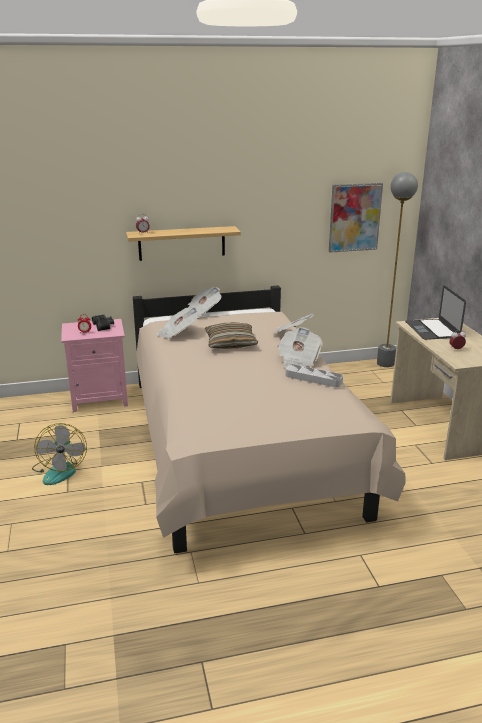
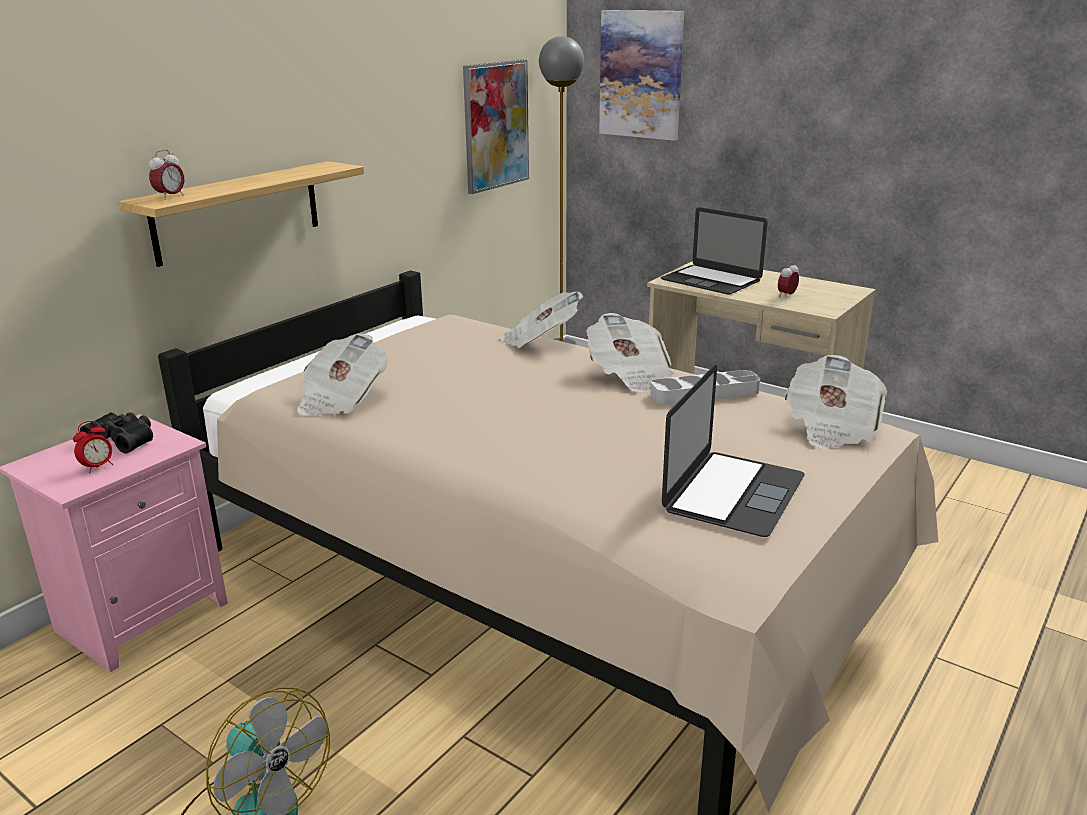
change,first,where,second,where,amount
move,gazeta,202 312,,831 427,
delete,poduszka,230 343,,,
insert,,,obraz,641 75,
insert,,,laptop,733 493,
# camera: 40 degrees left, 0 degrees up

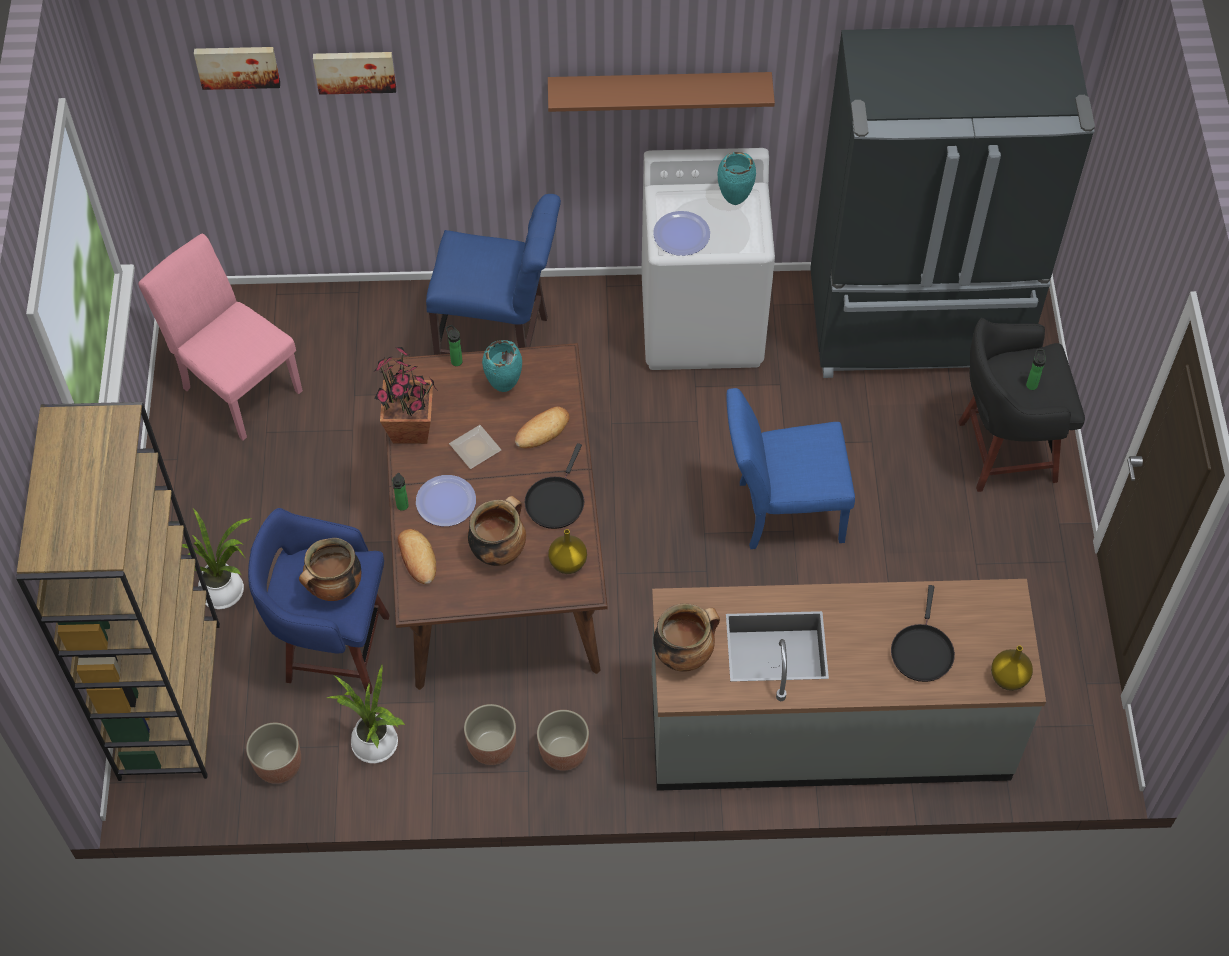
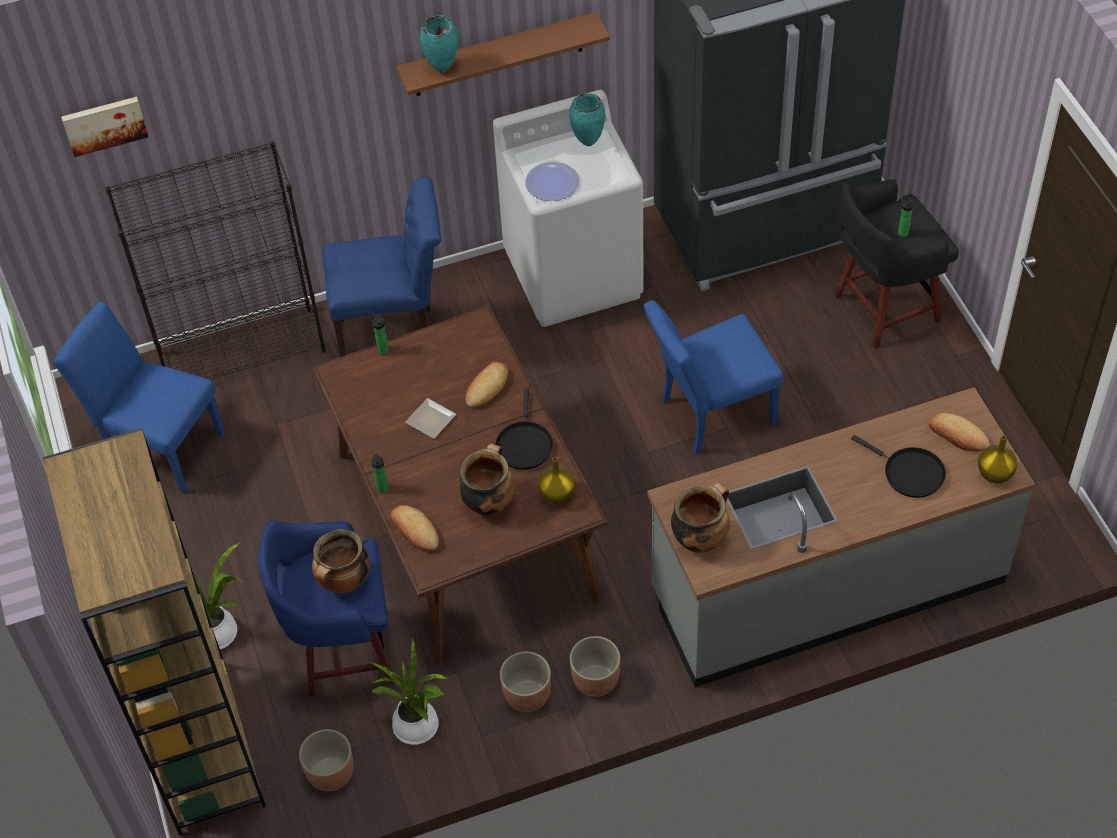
change,first,where,second,where,amount
delete,obraz,355 70,,,
recolor,krzesło [różowy],235 385,krzesło [niebieski],159 446,
move,wazon [turkusowy],504 388,,443 70,
delete,roślina doniczkowa,411 430,,,
delete,talerz,446 502,,,
rotate,patelnia [czarny],921 651,,909 473,45 degrees counterclockwise
insert,,,regał [czarny],243 351,
insert,,,chleb,958 435,
# camera: 15 degrees left, 5 degrees down

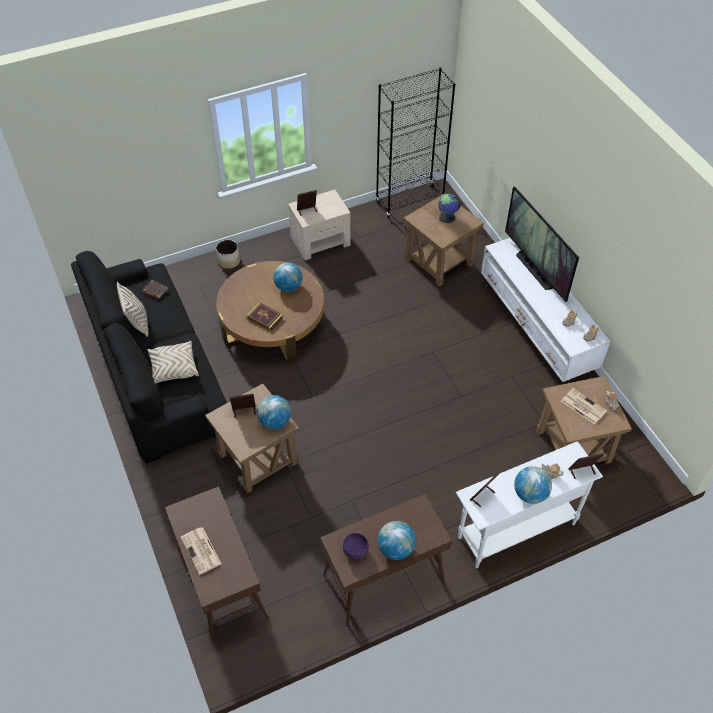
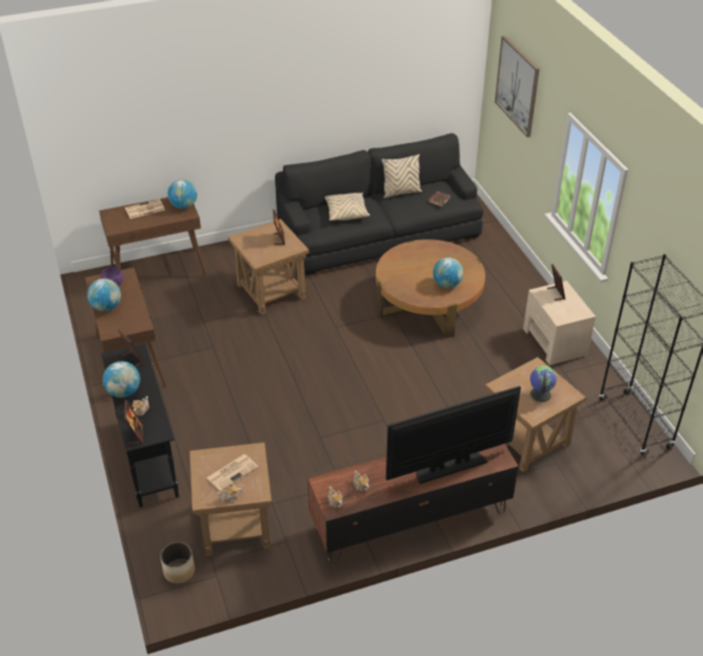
change,first,where,second,where,amount
recolor,szafka pod telewizor [biały],535 330,szafka pod telewizor [brązowy],409 519,
move,donica,229 261,,179 571,
delete,książka,265 318,,,
move,globus,275 421,,184 206,
recolor,stolik konsolowy [biały],516 530,stolik konsolowy [czarny],148 458,
insert,,,obraz,517 86,
# camera: 95 degrees right, 10 degrees down

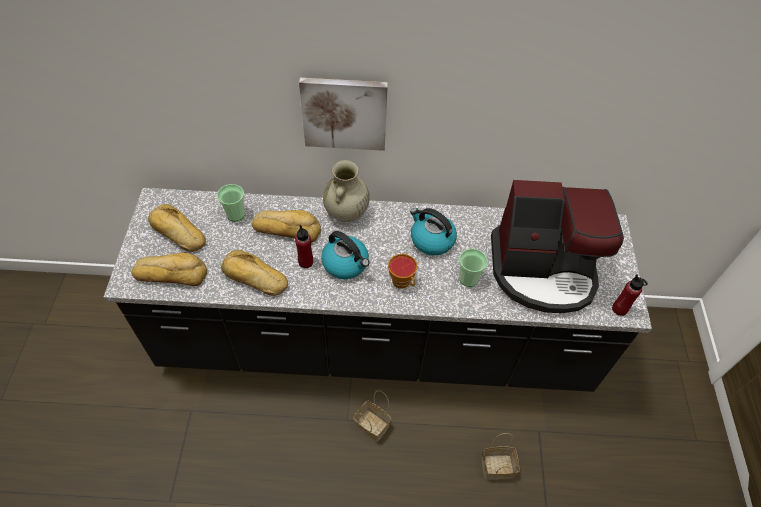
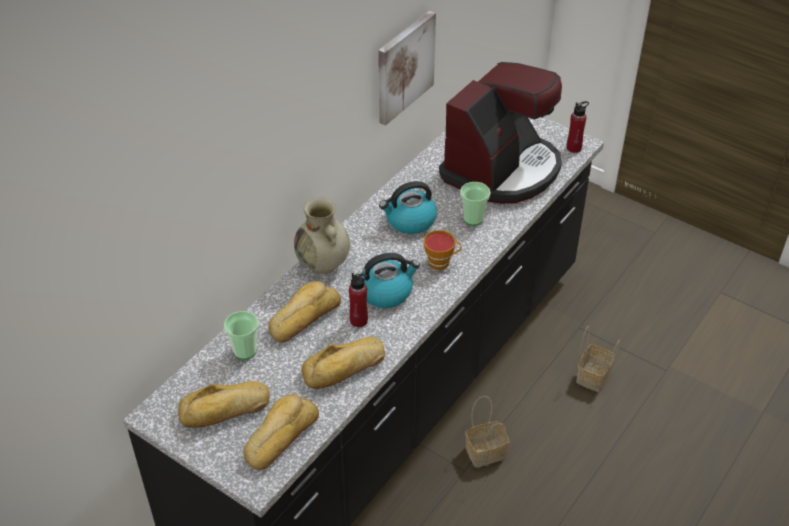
change,first,where,second,where,amount
move,obraz,344 113,,404 67,
# camera: 55 degrees left, 10 degrees down

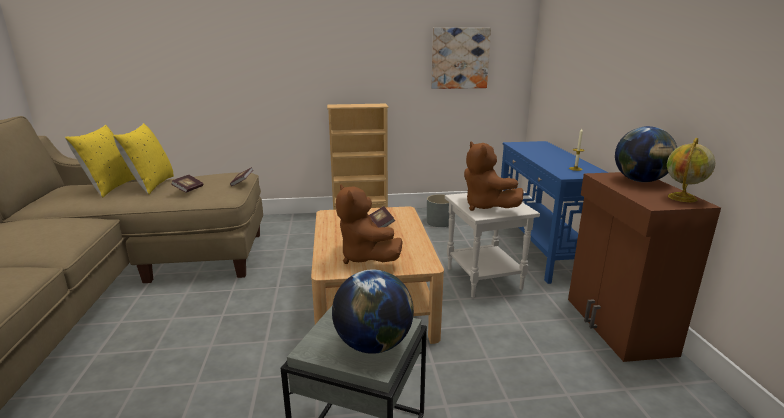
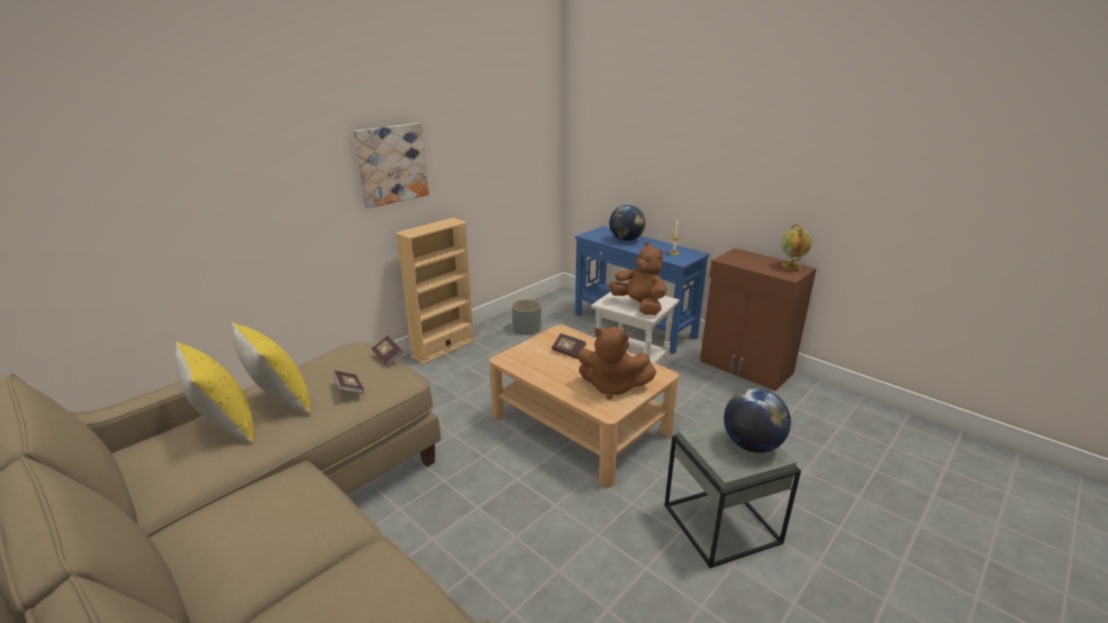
change,first,where,second,where,amount
move,obraz,459 58,,391 164,
move,globus,640 181,,626 240,
rotate,pluszak [brązowy],486 207,,639 306,150 degrees counterclockwise
# camera: 40 degrees left, 5 degrees up

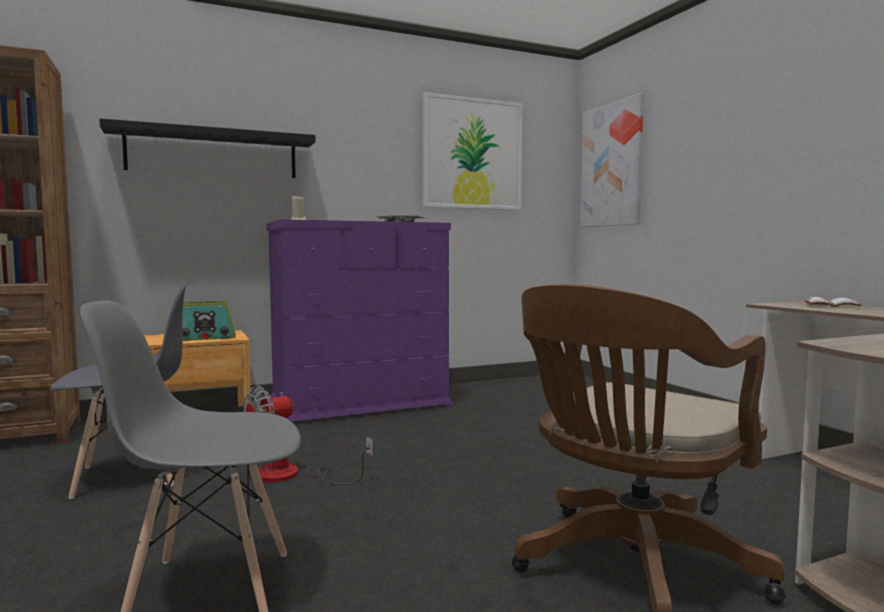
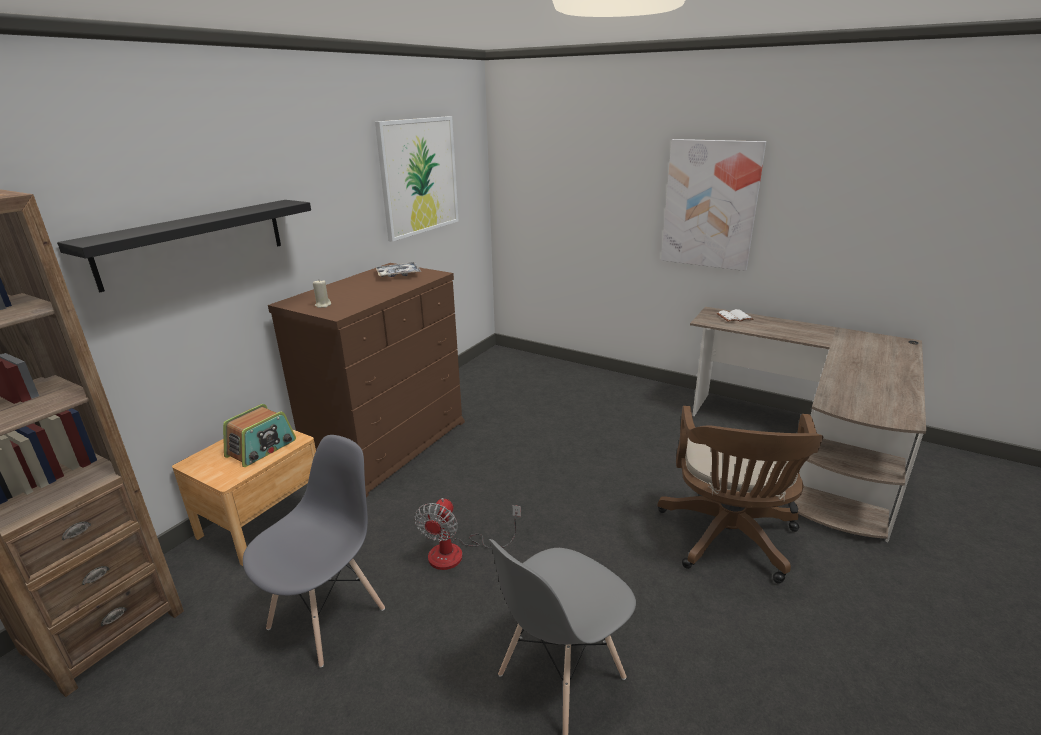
change,first,where,second,where,amount
move,obraz,612 165,,710 205,
recolor,komoda [fioletowy],360 404,komoda [brązowy],388 445,
# camera: 35 degrees left, 20 degrees up

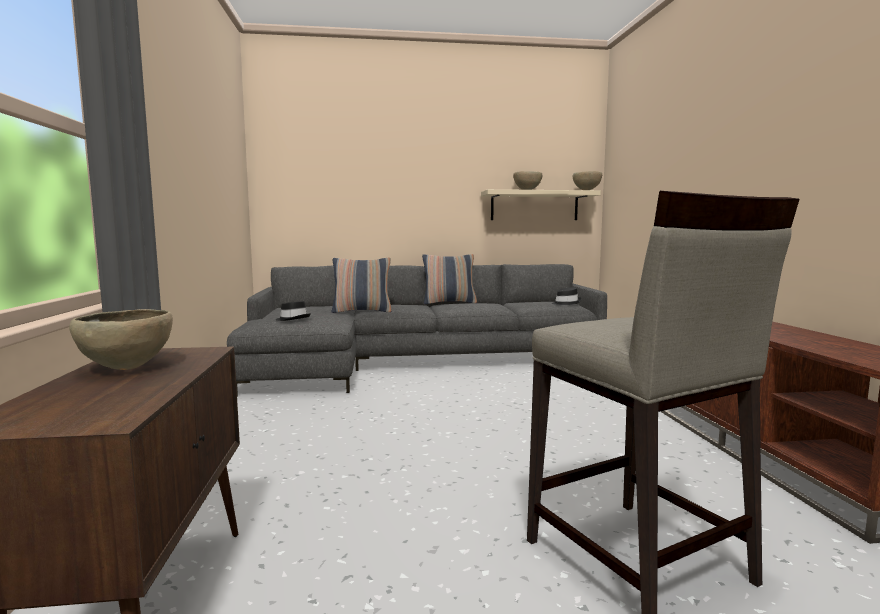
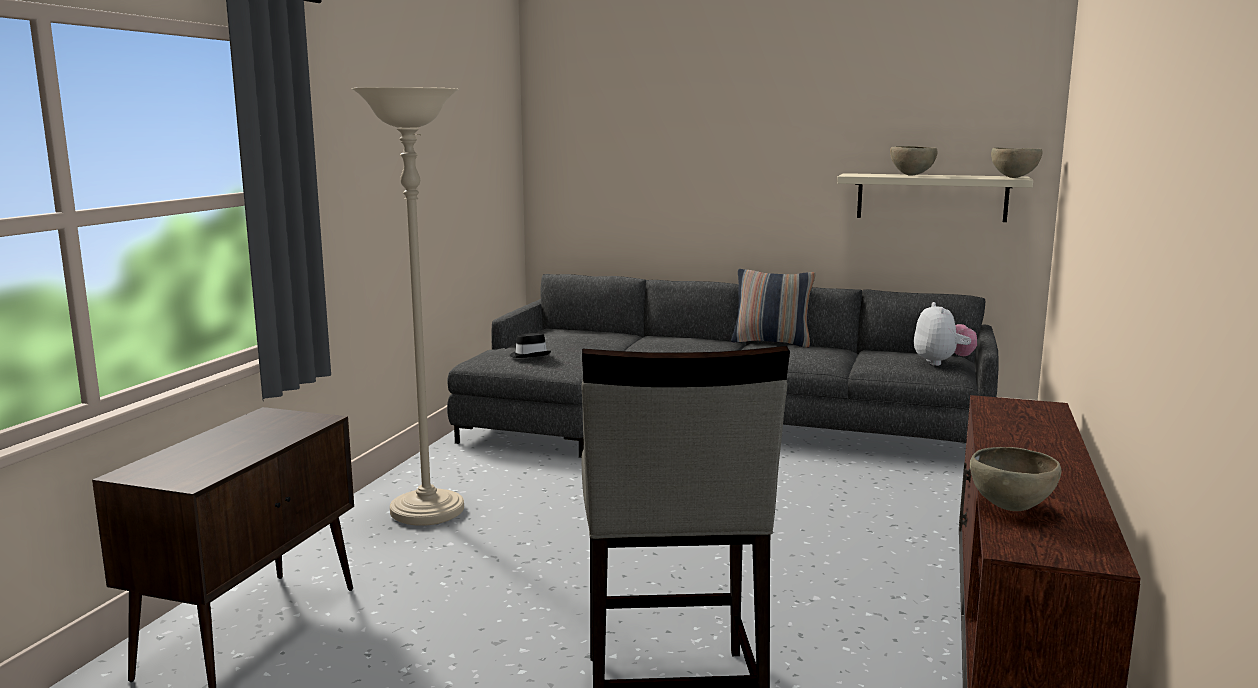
change,first,where,second,where,amount
delete,poduszka,362 311,,,
replace,kapelusz [czarny],565 303,pluszak,941 362,
move,miska [brązowy],128 368,,1011 508,
insert,,,lampa stojąca [beżowy],427 512,
# camera: 25 degrees right, 5 degrees up

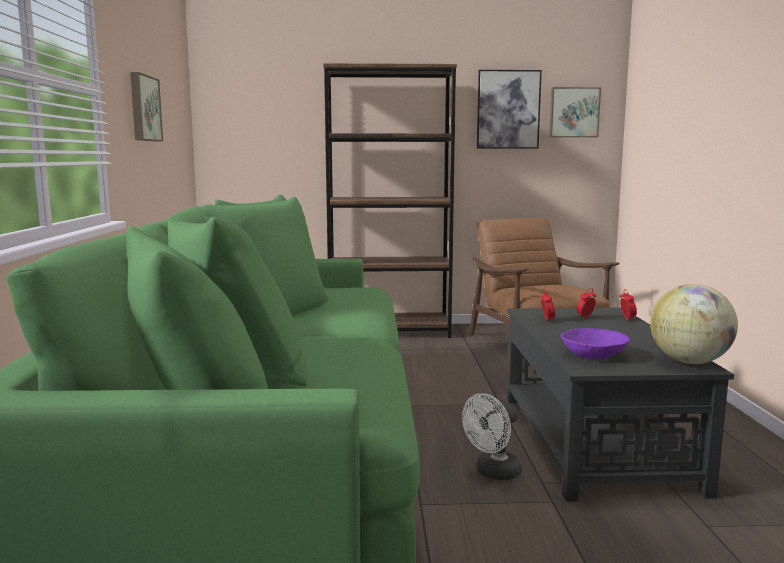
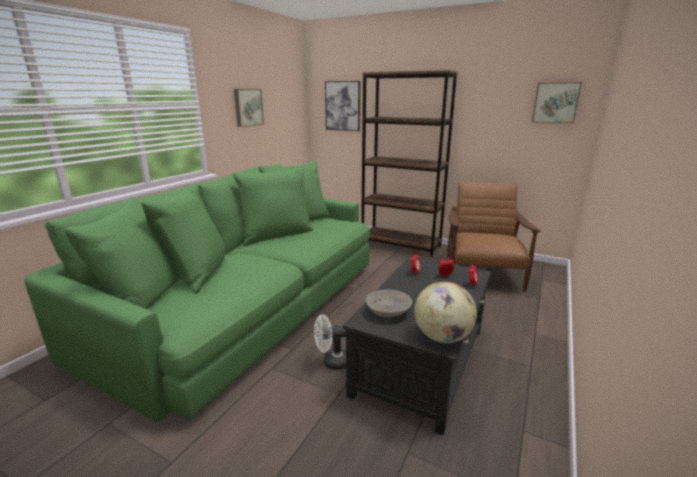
change,first,where,second,where,amount
move,obraz,508 109,,342 106,
recolor,miska [fioletowy],594 355,miska [szary],388 311,
# camera: 30 degrees right, 10 degrees up

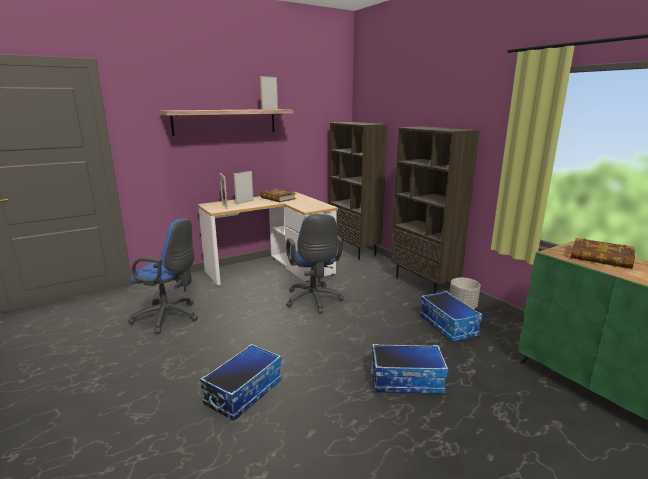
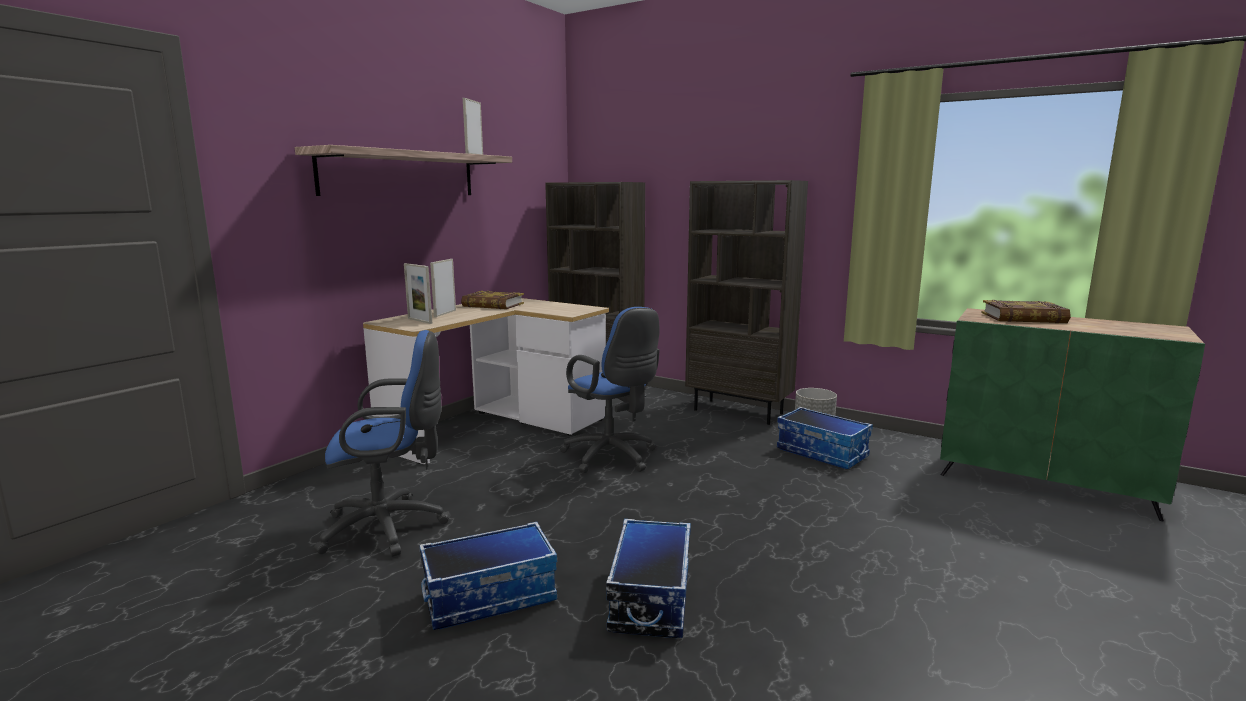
change,first,where,second,where,amount
move,pojemnik do przechowywania,406 380,,490 596,
# camera: 25 degrees left, 5 degrees down

